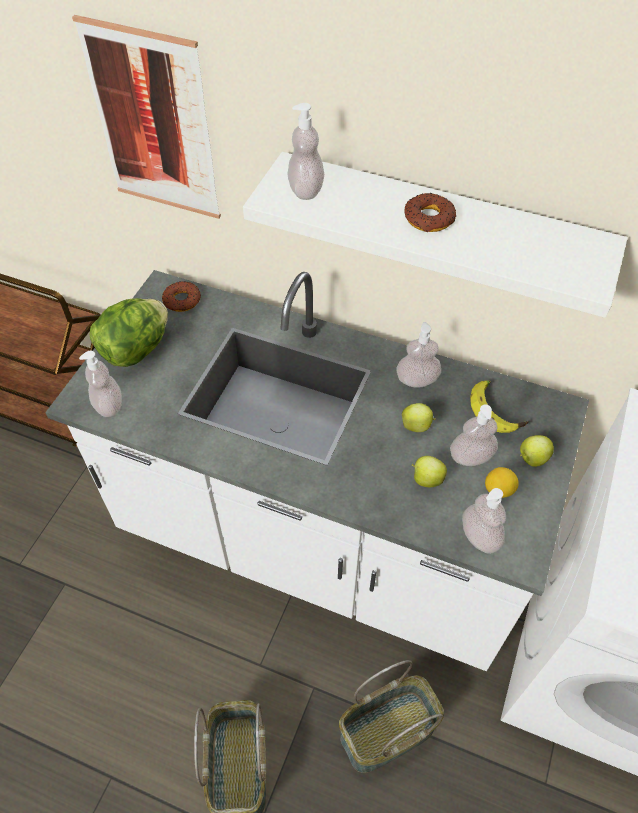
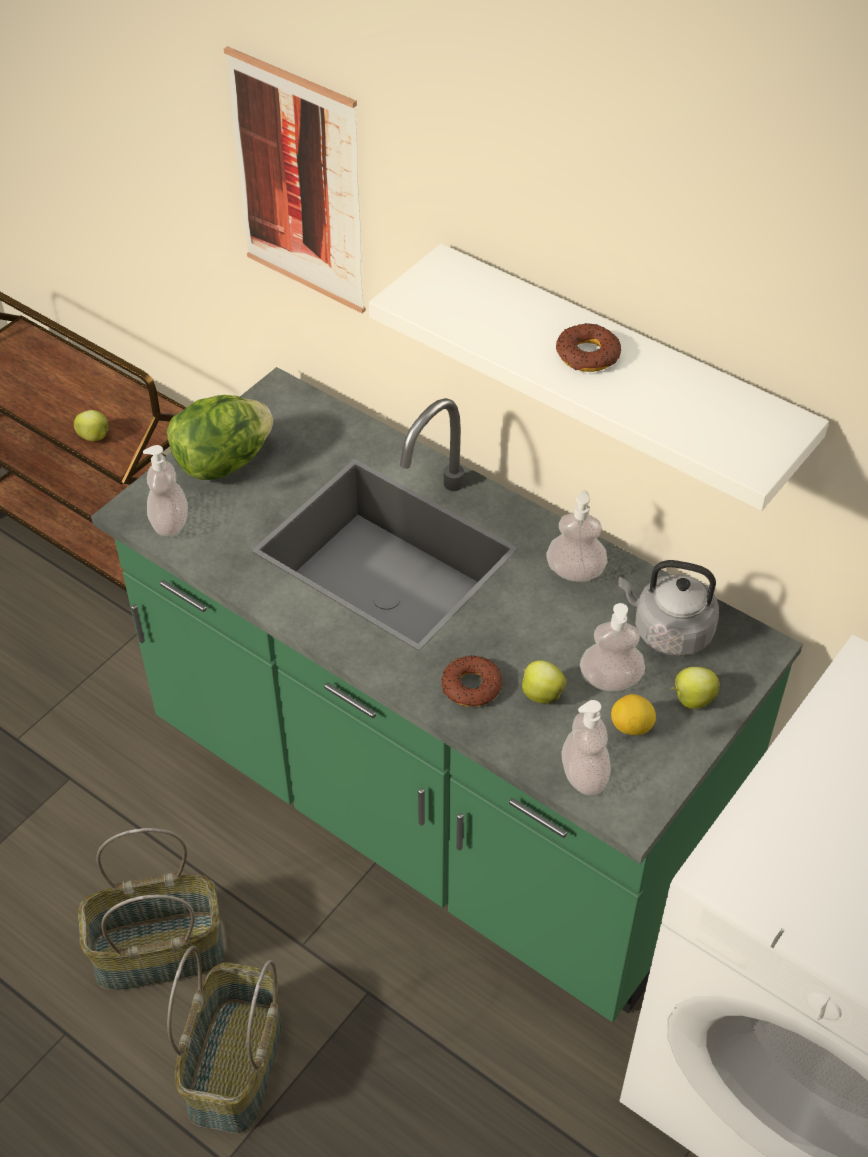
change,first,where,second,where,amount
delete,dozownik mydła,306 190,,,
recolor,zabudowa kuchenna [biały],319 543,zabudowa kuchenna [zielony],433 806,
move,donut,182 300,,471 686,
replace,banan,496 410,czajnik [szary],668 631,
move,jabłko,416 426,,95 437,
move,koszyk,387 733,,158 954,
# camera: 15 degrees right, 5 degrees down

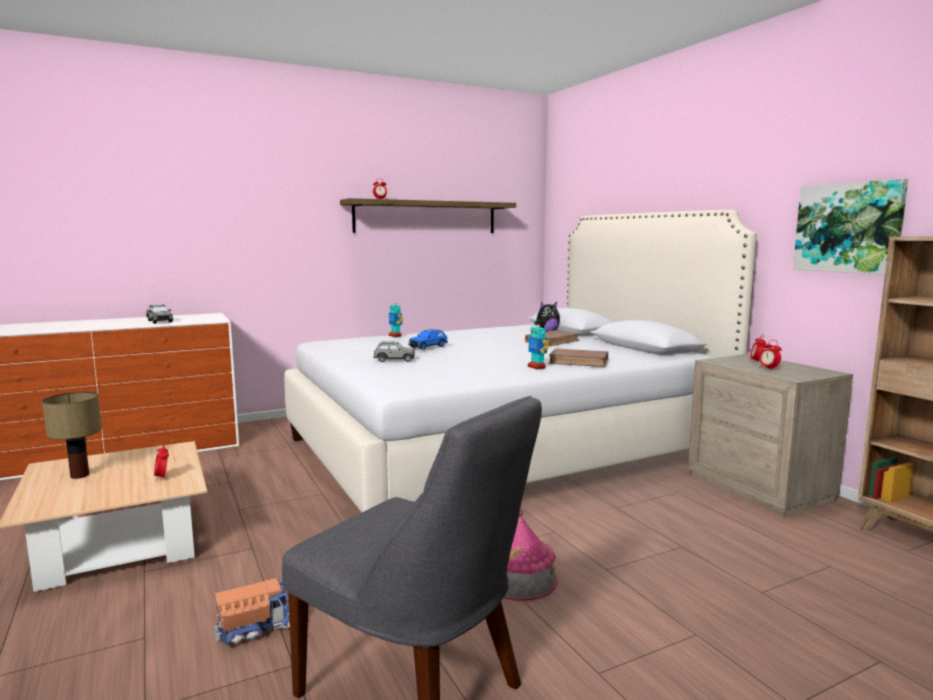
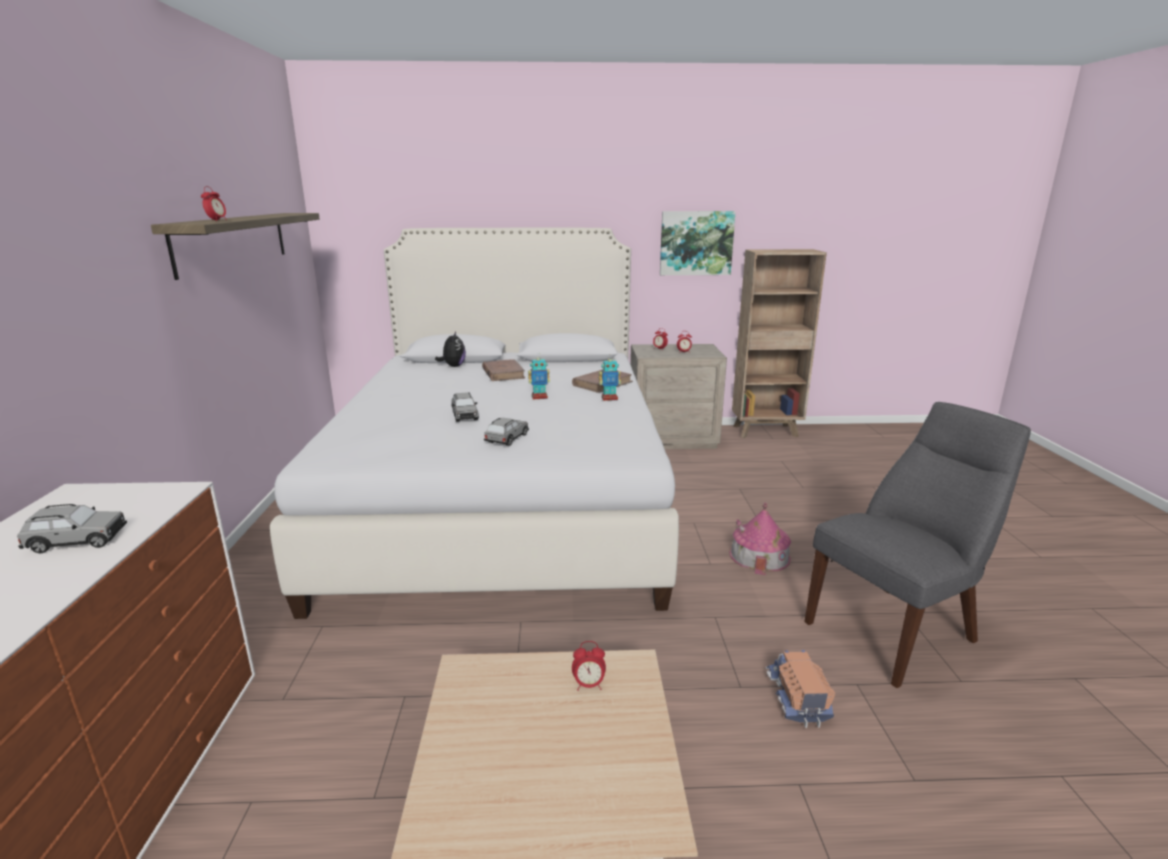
change,first,where,second,where,amount
move,robot zabawkowy,395 336,,539 397,
recolor,samochodzik [niebieski],428 347,samochodzik [szary],465 415,
delete,lampa stołowa,81 475,,,
# camera: 65 degrees left, 10 degrees up

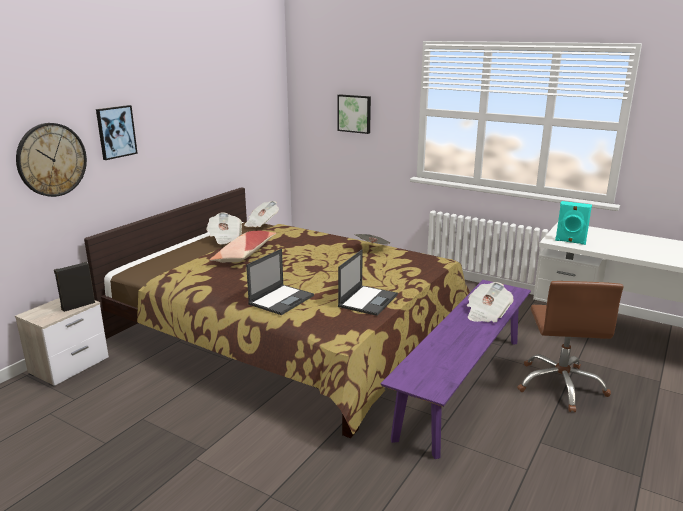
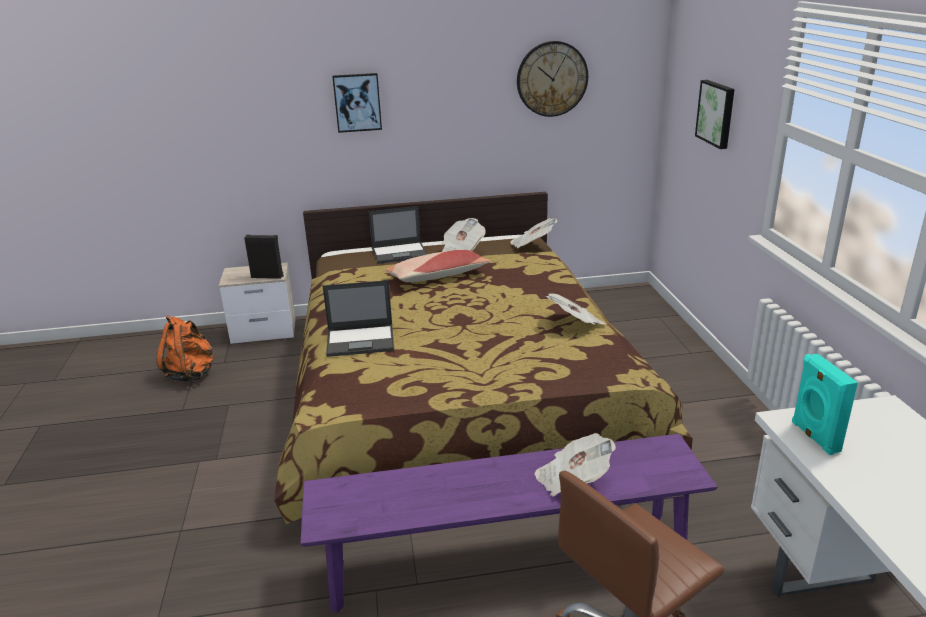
change,first,where,second,where,amount
move,zegar ścienny,51 160,,552 79,
move,laptop,368 300,,400 253,
insert,,,plecak [pomarańczowy],191 374,
# camera: 50 degrees right, 5 degrees up

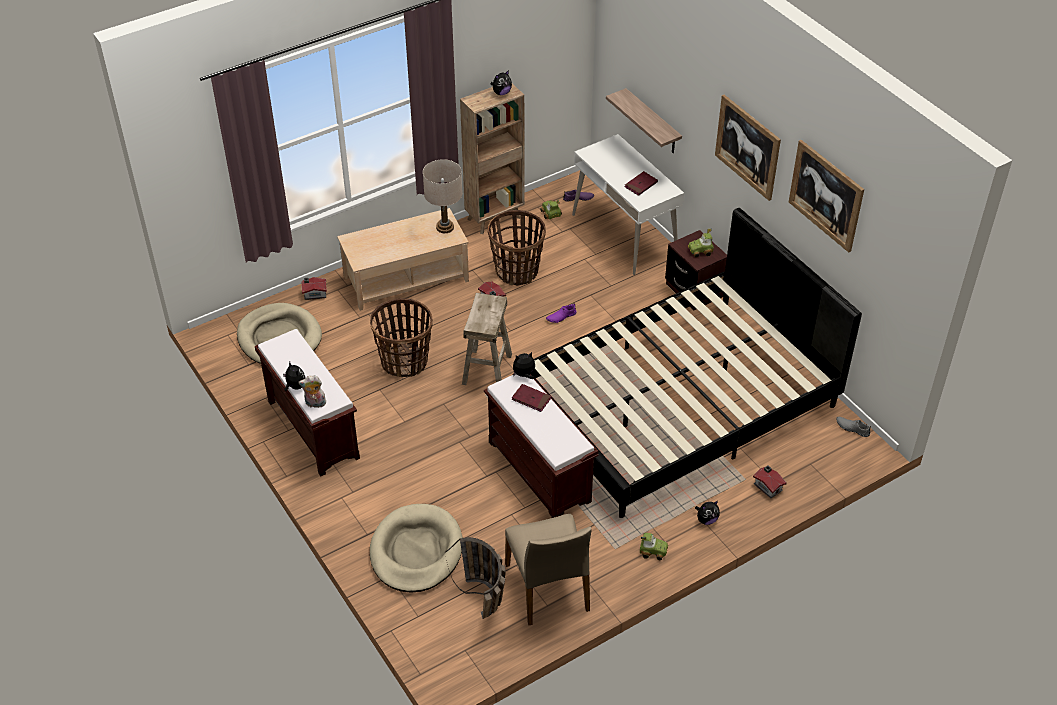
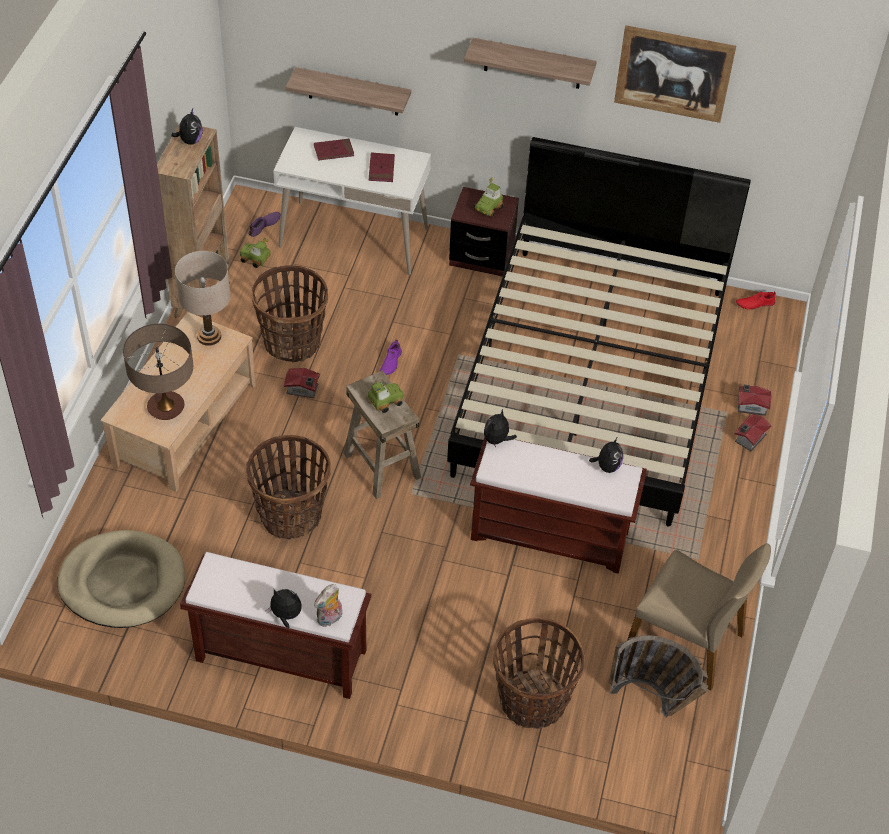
change,first,where,second,where,amount
replace,obraz,747 147,półka,532 64,
move,domek,314 293,,749 438,
move,książka [czerwony],531 399,,333 151,
recolor,but [szary],852 428,but [czerwony],755 304,
move,pluszak,706 520,,607 466,
replace,legowisko [beżowy],416 551,koszyk,532 701,
move,samochodzik,653 550,,385 401,
insert,,,lampa stołowa,166 407,
# camera: 45 degrees left, 5 degrees up

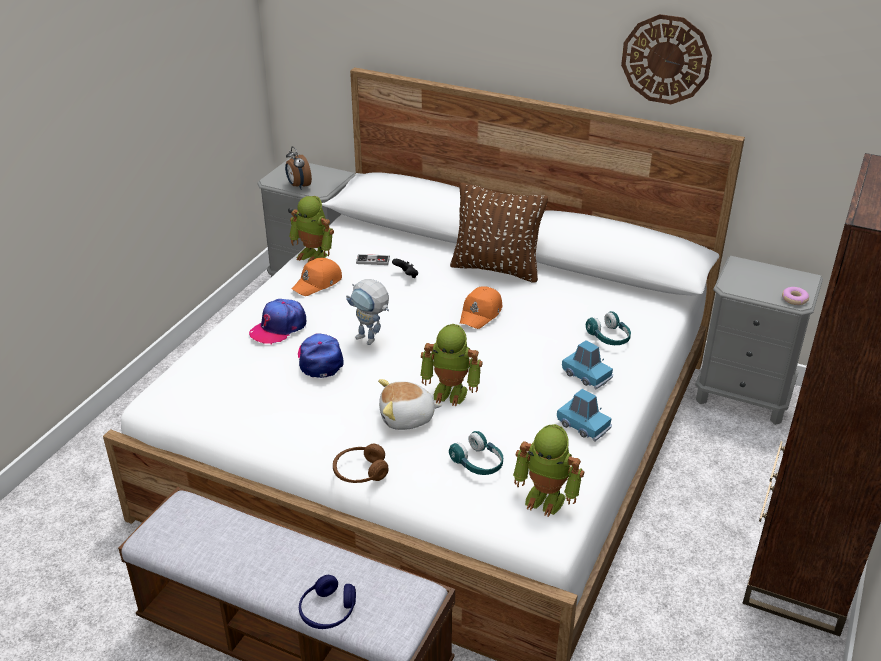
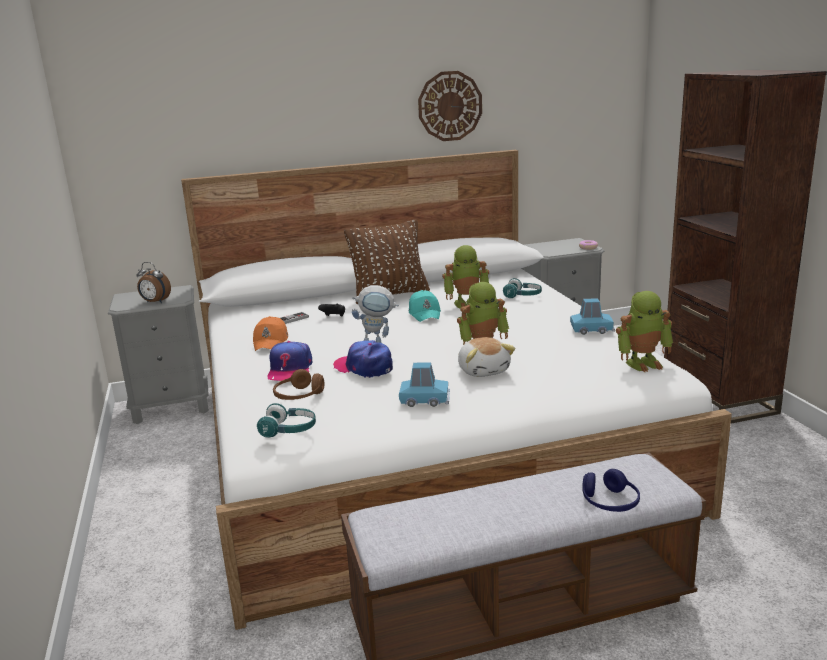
change,first,where,second,where,amount
move,robot zabawkowy,314 254,,467 303,
recolor,czapka z daszkiem [pomarańczowy],481 313,czapka z daszkiem [turkusowy],425 313,
move,samochodzik [niebieski],586 375,,425 400,
rotate,pluszak,407 418,,484 370,60 degrees counterclockwise
move,słuchawki [turkusowy],478 463,,289 430,
move,słuchawki [brązowy],360 472,,299 396,
# camera: 40 degrees left, 15 degrees down

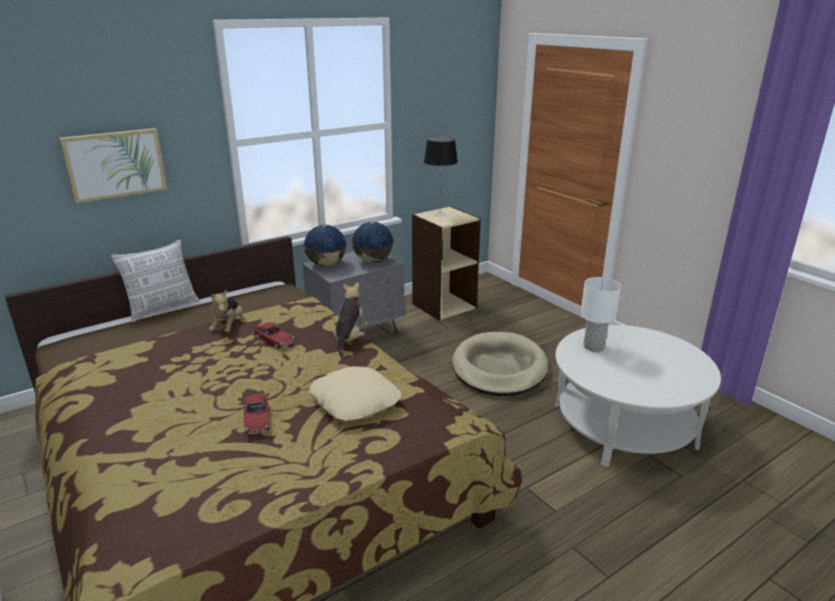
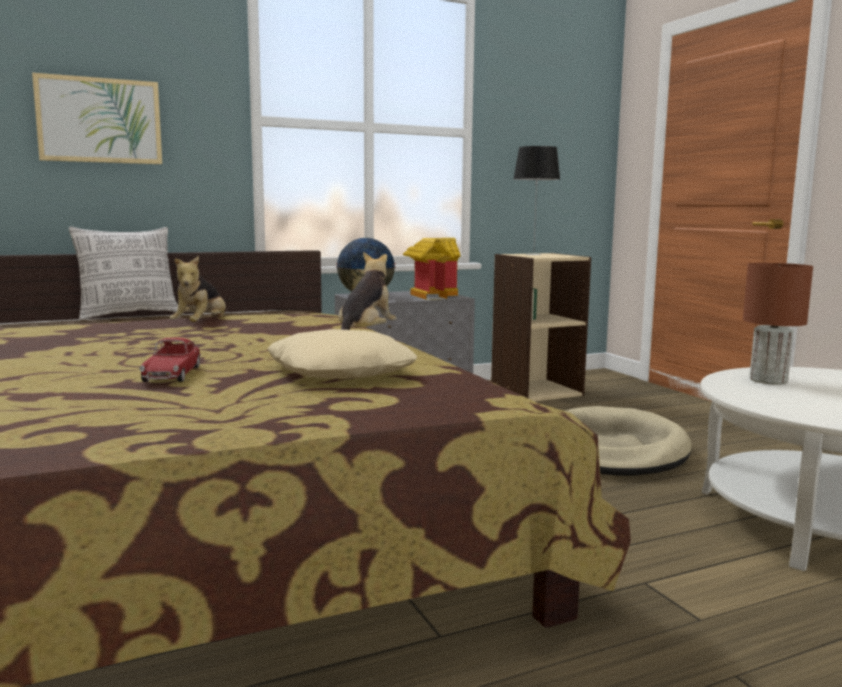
change,first,where,second,where,amount
replace,globus,373 261,domek,432 295,
recolor,lampa stołowa [biały],594 346,lampa stołowa [brązowy],769 380,
delete,samochodzik,274 341,,,
# camera: 10 degrees right, 15 degrees down

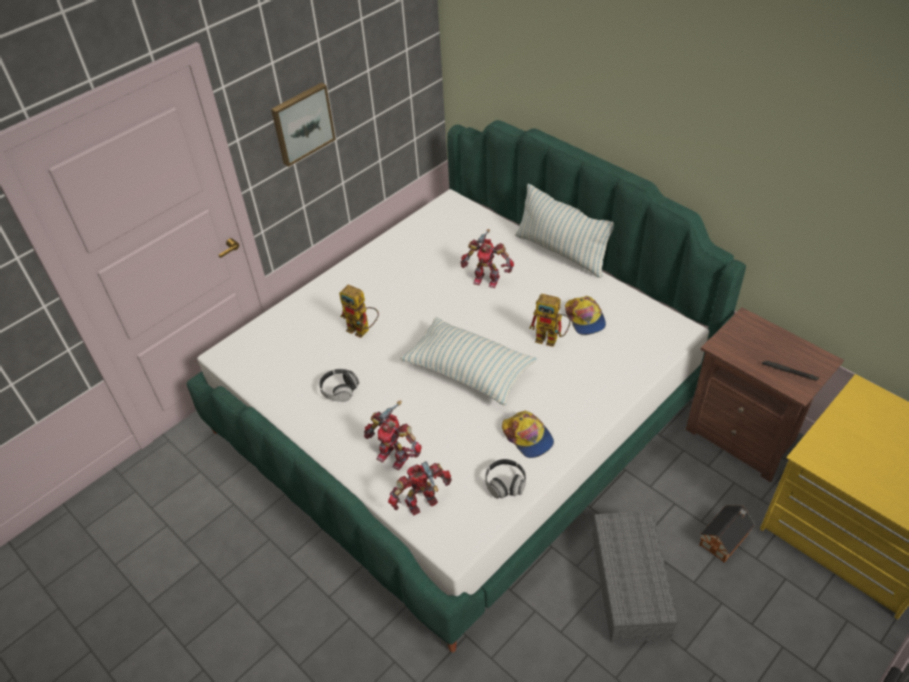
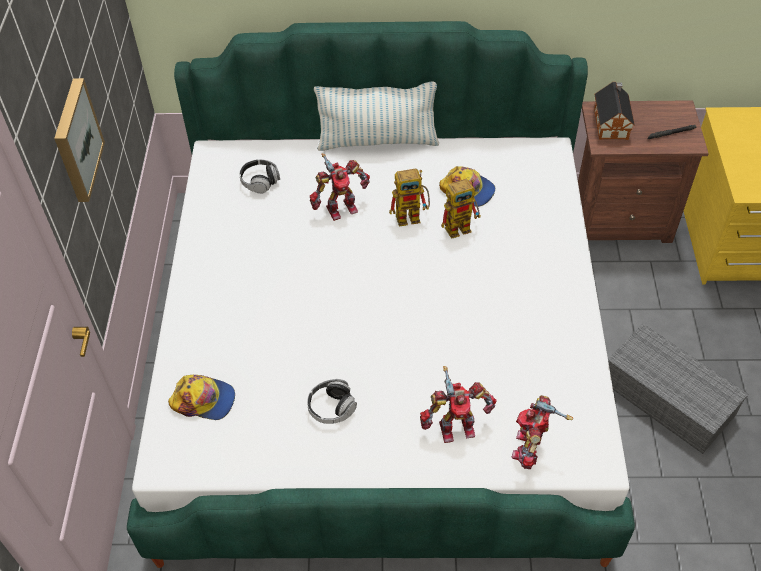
change,first,where,second,where,amount
move,robot zabawkowy,363 330,,413 216,
delete,poduszka,468 371,,,
move,czapka z daszkiem,528 437,,204 400,
move,słuchawki,505 484,,260 182,
move,domek,725 538,,611 123,
# camera: 45 degrees left, 5 degrees up

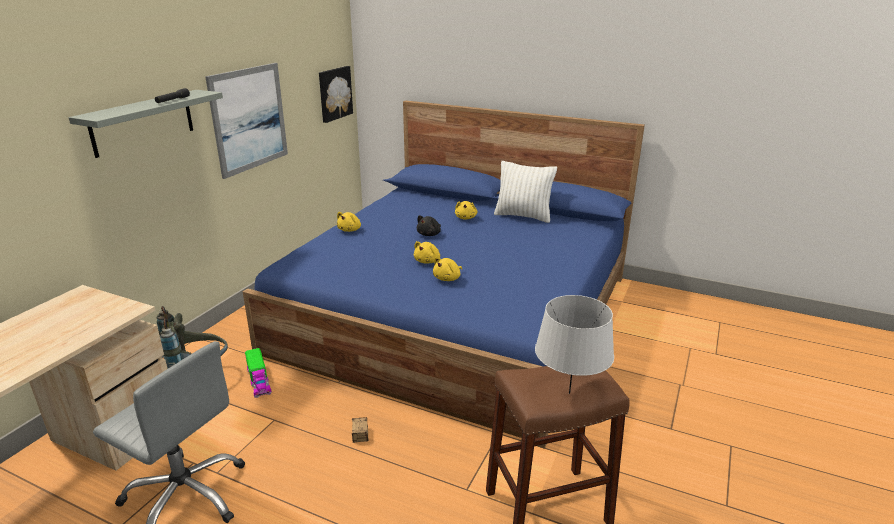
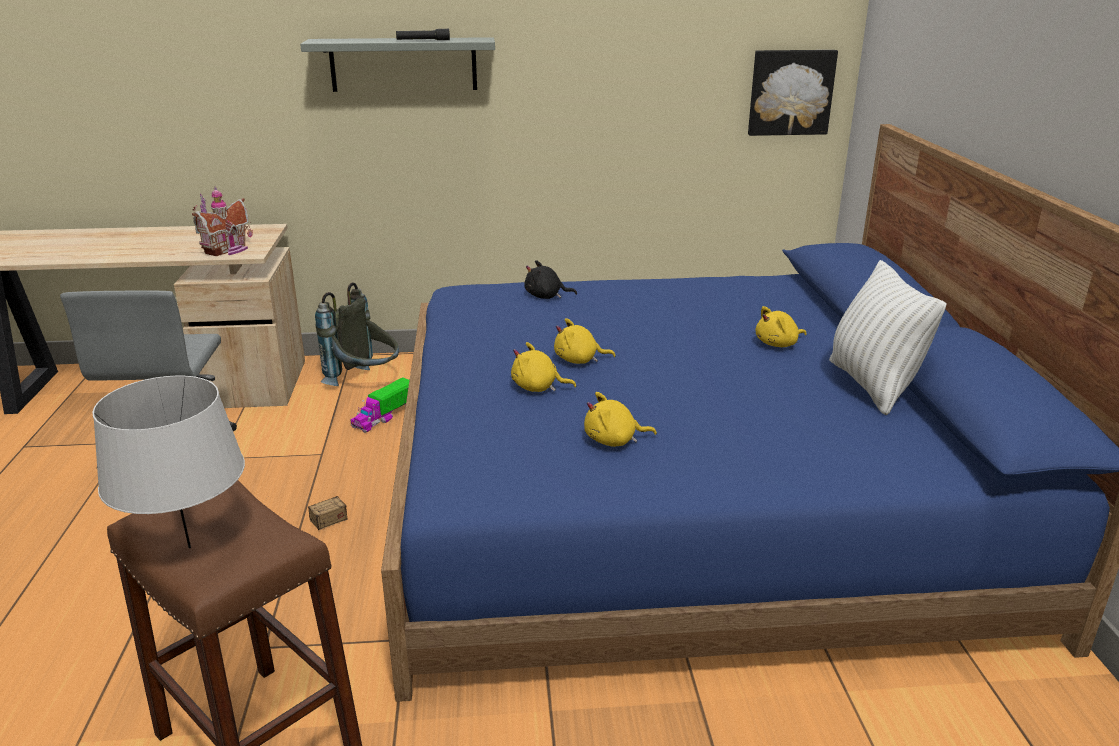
change,first,where,second,where,amount
delete,obraz,249 118,,,
move,pluszak [żółty],350 230,,614 440,
move,pluszak [czarny],429 234,,546 296,
insert,,,domek,229 250,
# camera: 60 degrees right, 0 degrees up

